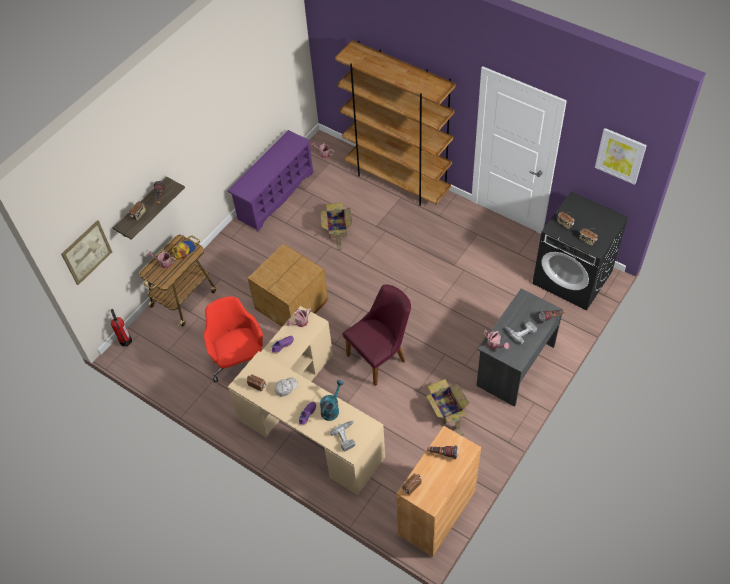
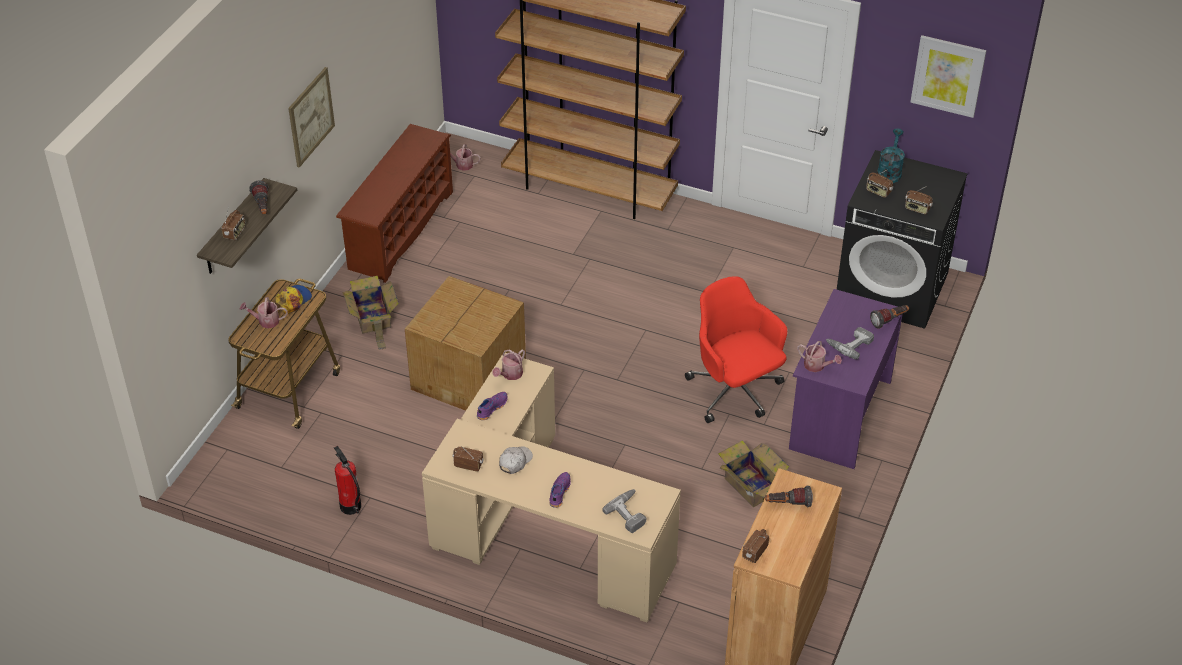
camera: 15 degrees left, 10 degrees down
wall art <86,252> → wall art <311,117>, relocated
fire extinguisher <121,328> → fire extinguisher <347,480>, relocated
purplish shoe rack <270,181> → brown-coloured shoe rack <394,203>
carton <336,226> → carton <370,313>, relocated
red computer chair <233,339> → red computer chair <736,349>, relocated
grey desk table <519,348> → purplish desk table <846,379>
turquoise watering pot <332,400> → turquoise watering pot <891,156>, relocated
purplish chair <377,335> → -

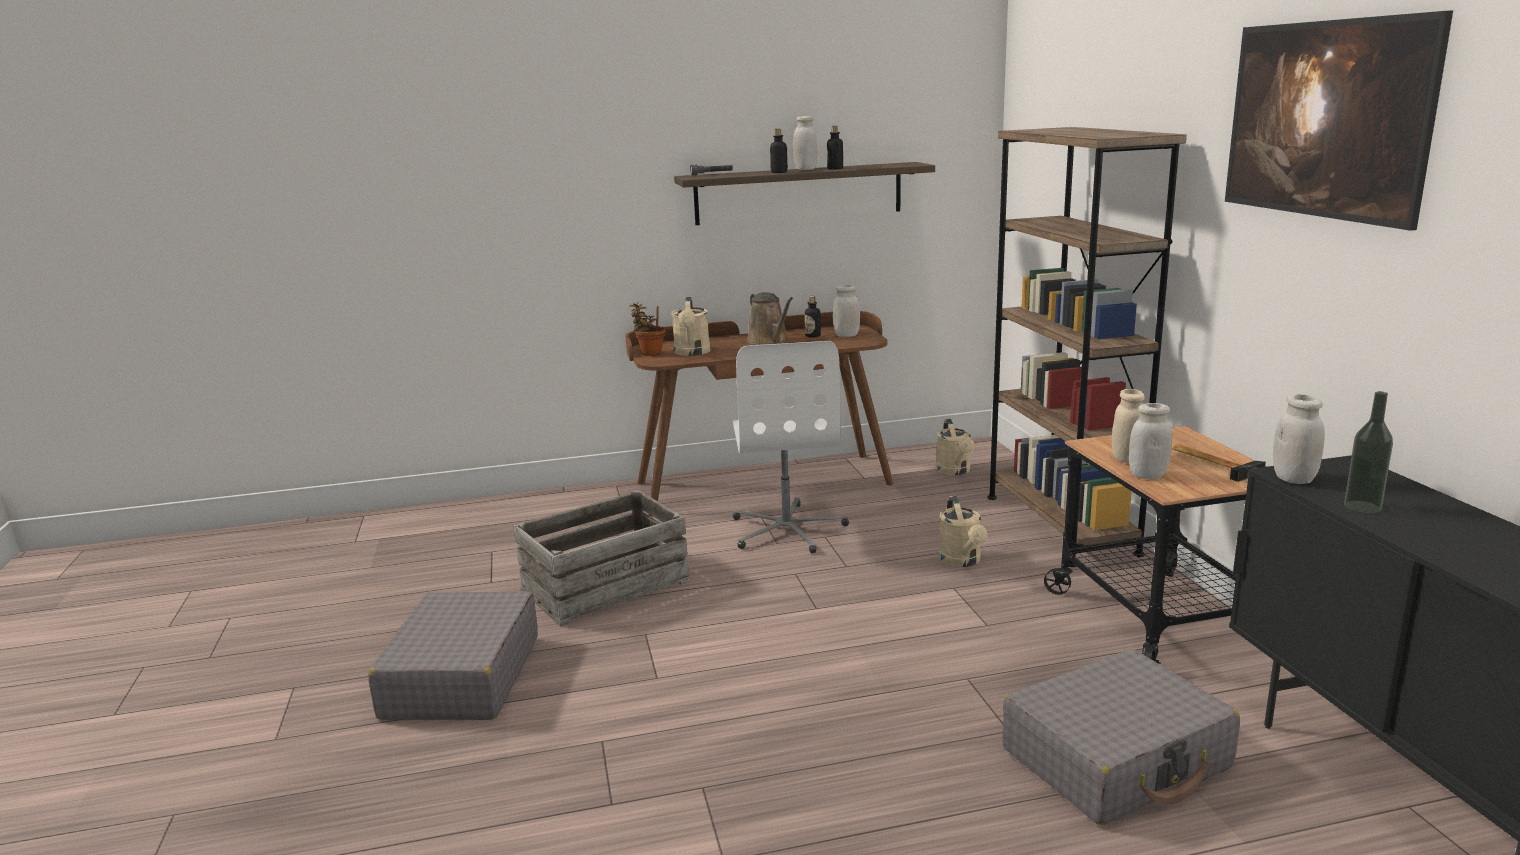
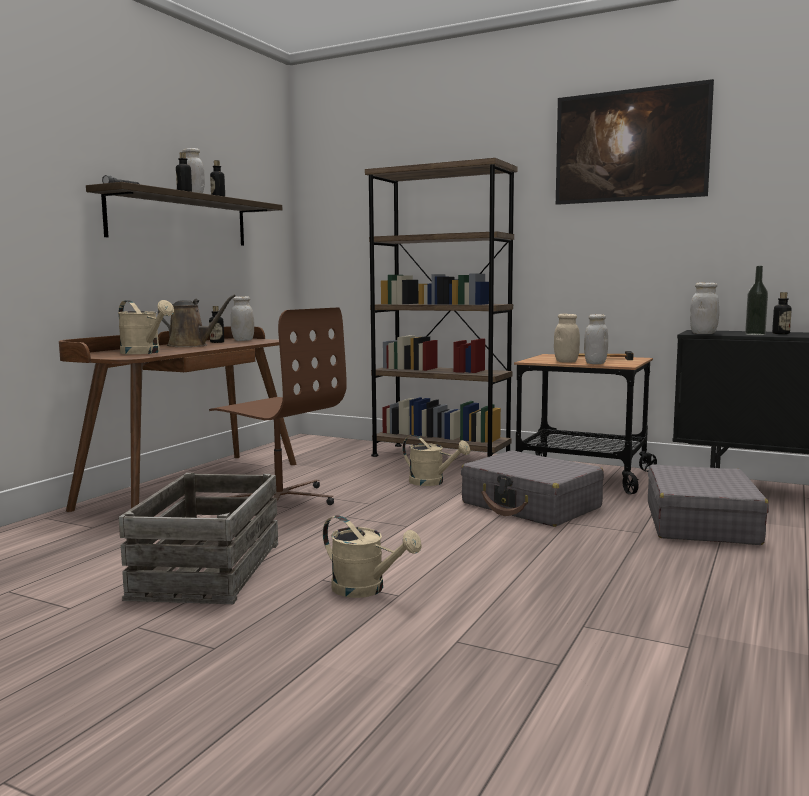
camera: 50 degrees left, 10 degrees down
white computer chair <791,447> → brown-coloured computer chair <278,406>
sand-coloured watering pot <955,447> → sand-coloured watering pot <372,556>, relocated
grey piece of luggage <453,655> → grey piece of luggage <532,488>, relocated
- → beverage bottle <782,313>
houseplant <648,329> → -

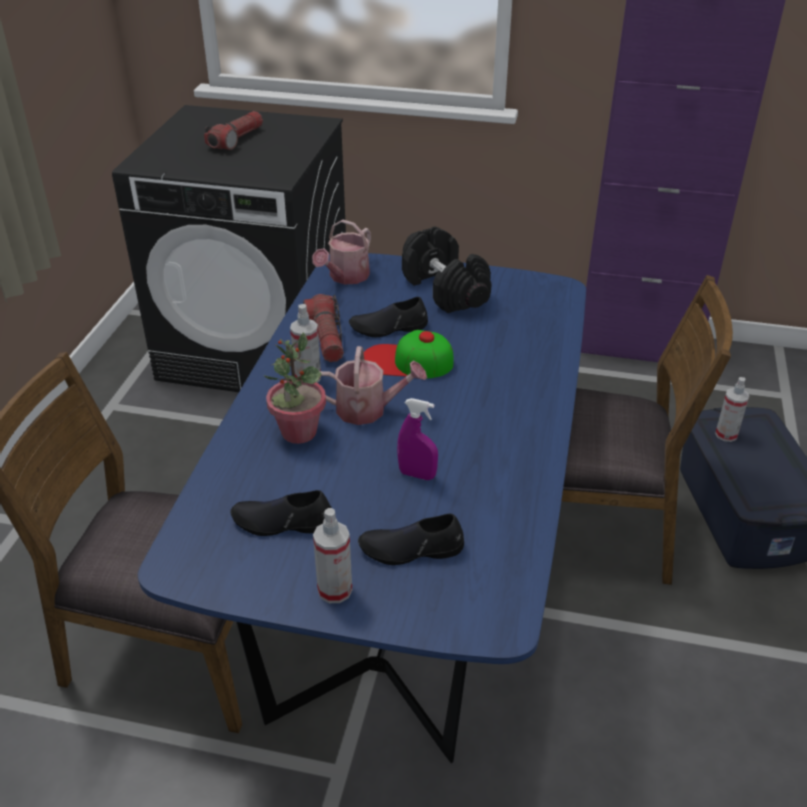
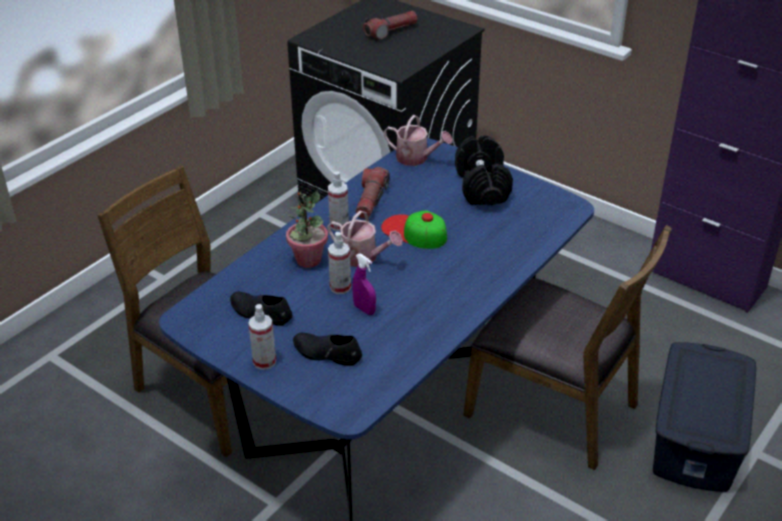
camera: 25 degrees right, 0 degrees up
hand sprayer <732,409> → hand sprayer <339,263>, relocated
watering pot <341,252> → watering pot <418,140>, 120 degrees counterclockwise
black item of footwear <388,317> → -

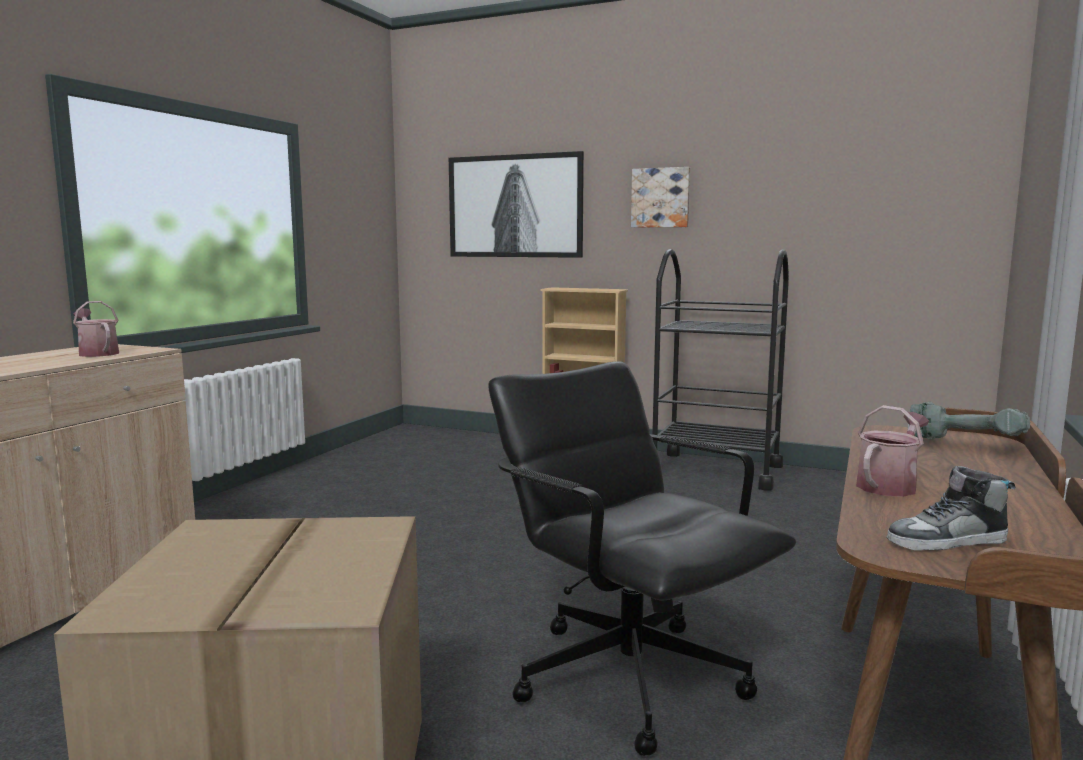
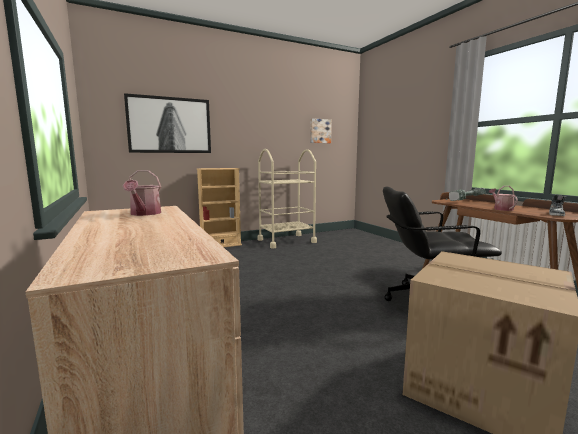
camera: 50 degrees left, 0 degrees up
watering pot <96,329> → watering pot <142,193>, 90 degrees counterclockwise
black trolley <720,370> → sand-coloured trolley <287,198>
wall art <660,197> → wall art <321,130>, relocated

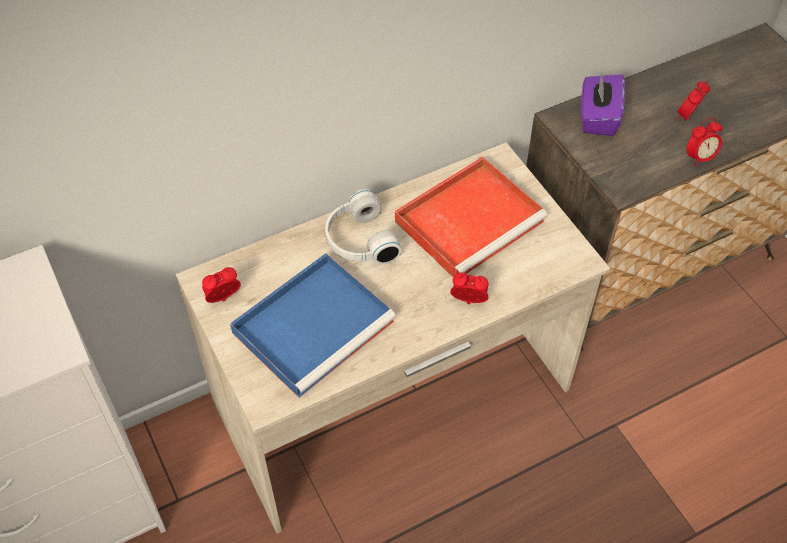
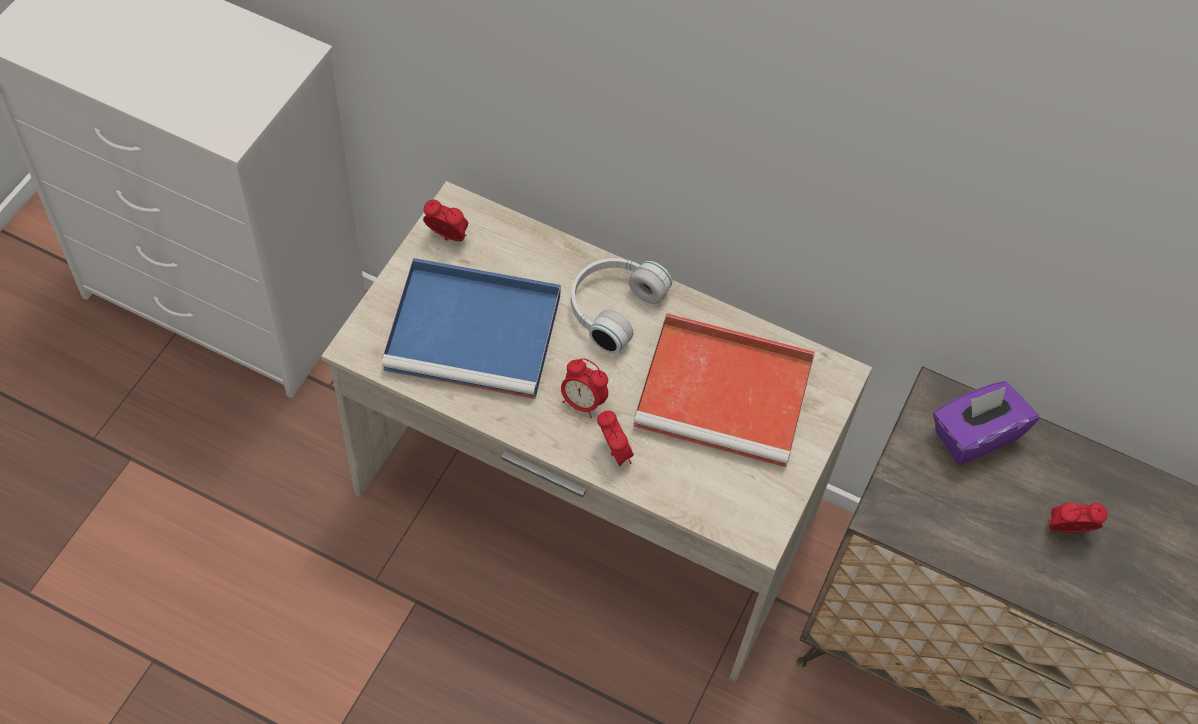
camera: 50 degrees right, 5 degrees up
bedside clock <704,142> → bedside clock <584,388>, relocated

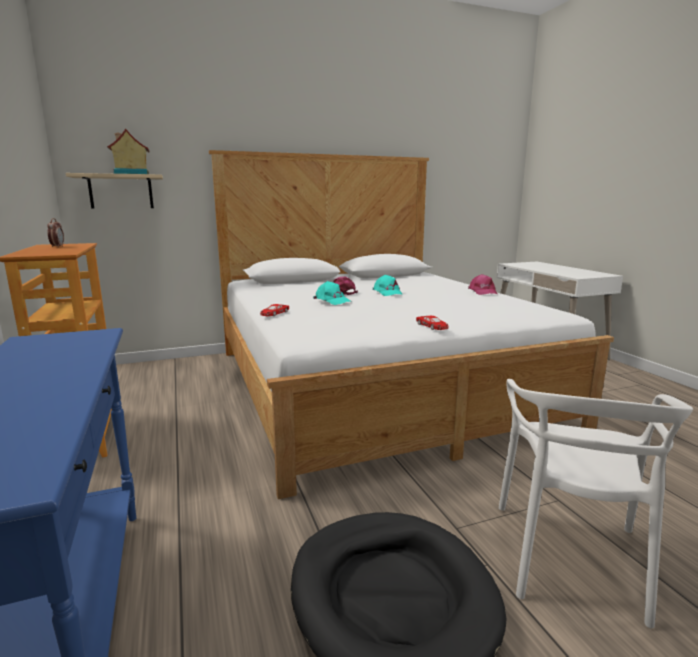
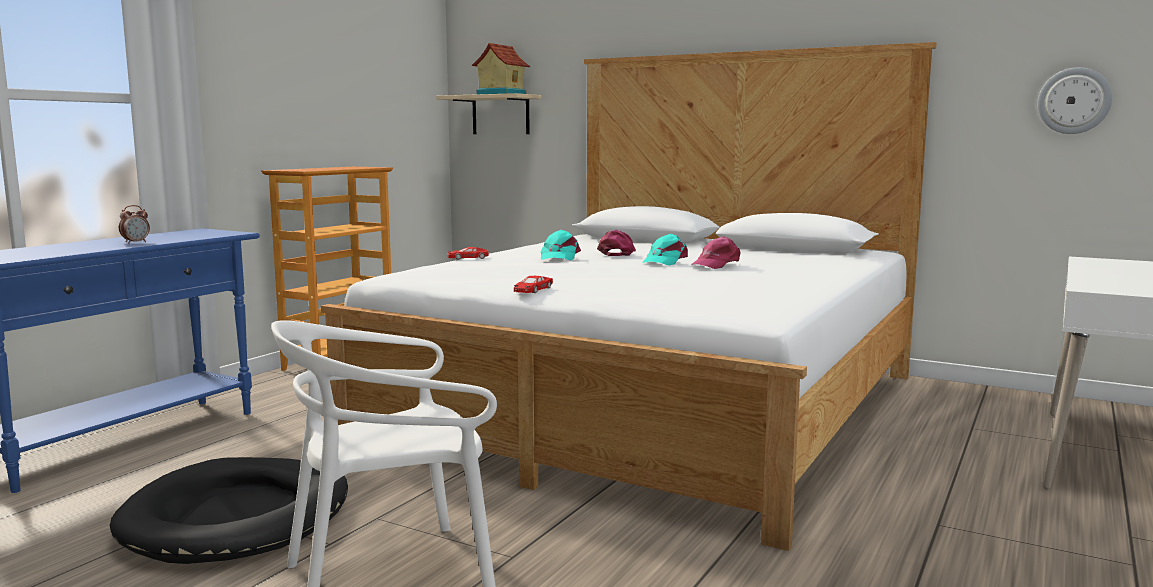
camera: 50 degrees right, 5 degrees down
bedside clock <55,232> → bedside clock <134,224>, relocated
pink peaked cap <483,284> → pink peaked cap <715,252>, relocated
- → clock on the wall <1075,100>

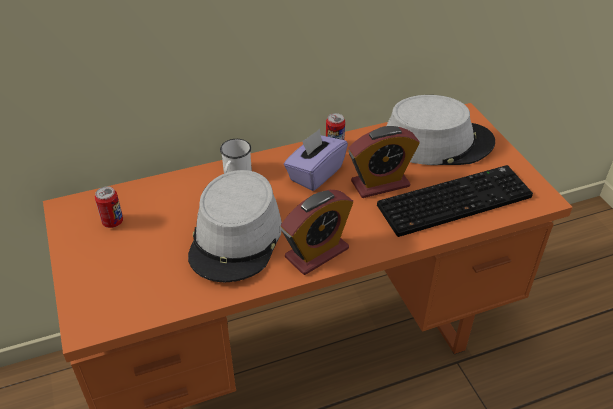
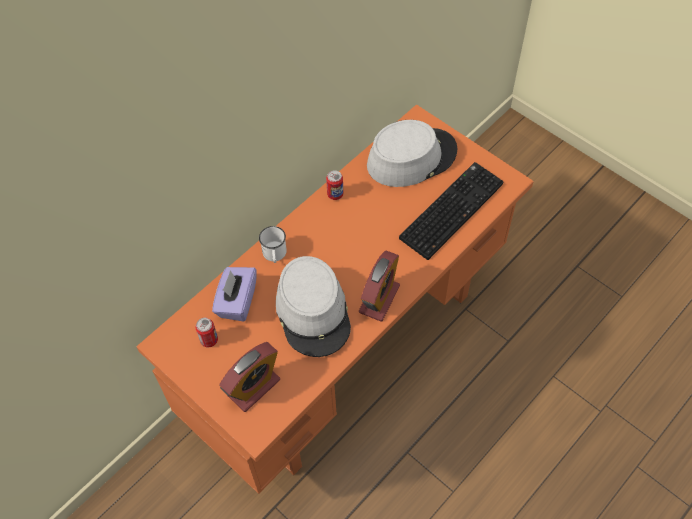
camera: 25 degrees left, 15 degrees up
purplish tissue holder <316,160> → purplish tissue holder <234,294>, relocated
bedside clock <384,162> → bedside clock <249,377>, relocated

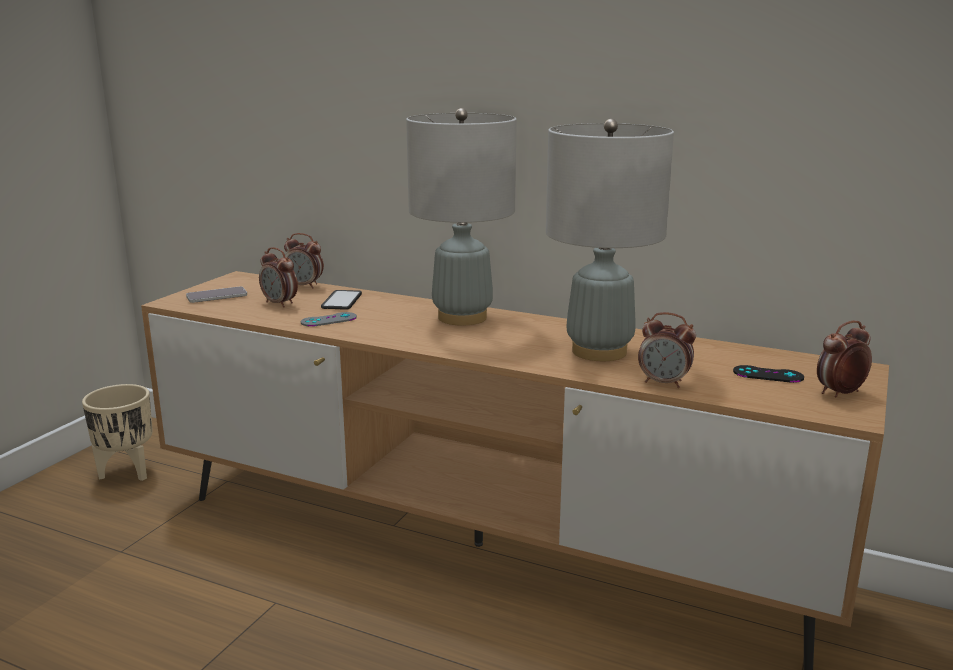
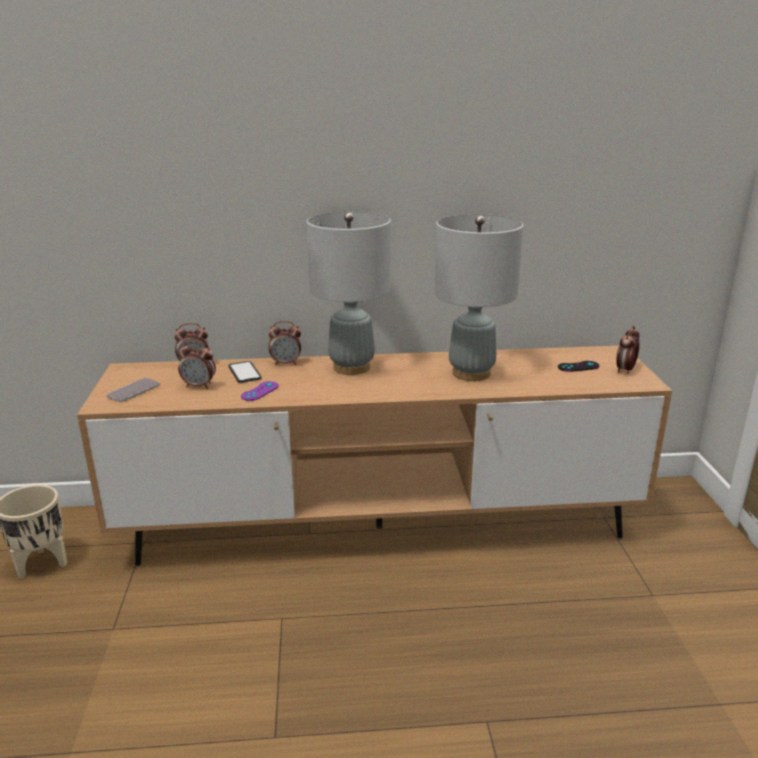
camera: 30 degrees left, 5 degrees up
grey game controller <329,319> → purplish game controller <260,391>
bedside clock <667,350> → bedside clock <284,343>, relocated

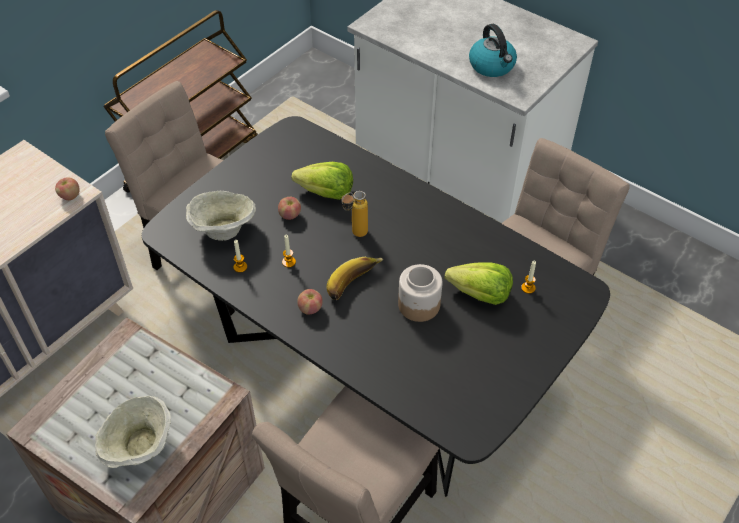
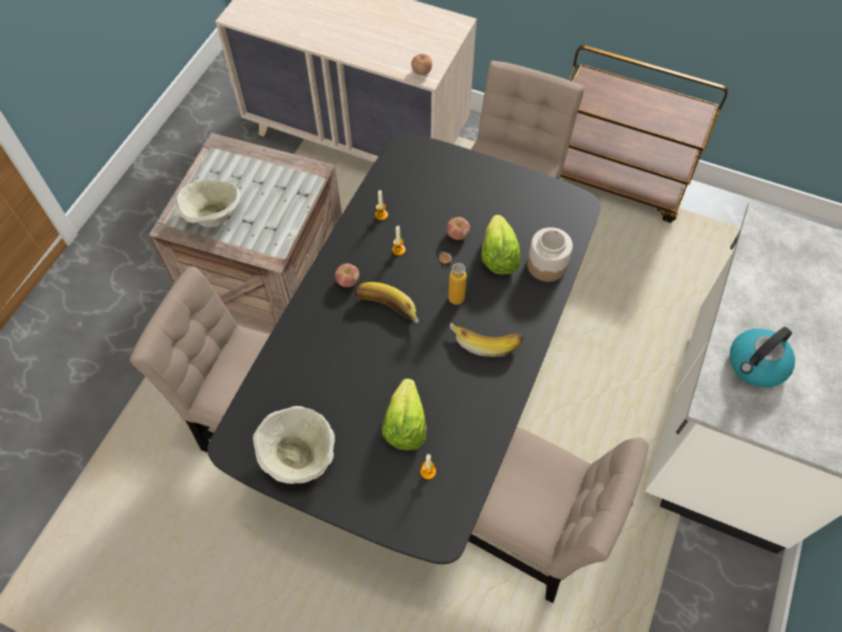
camera: 75 degrees right, 10 degrees up
sand-coloured bowl <221,216> → sand-coloured bowl <294,445>, relocated
- → banana <486,339>
preserve jar <420,293> → preserve jar <550,254>, relocated

